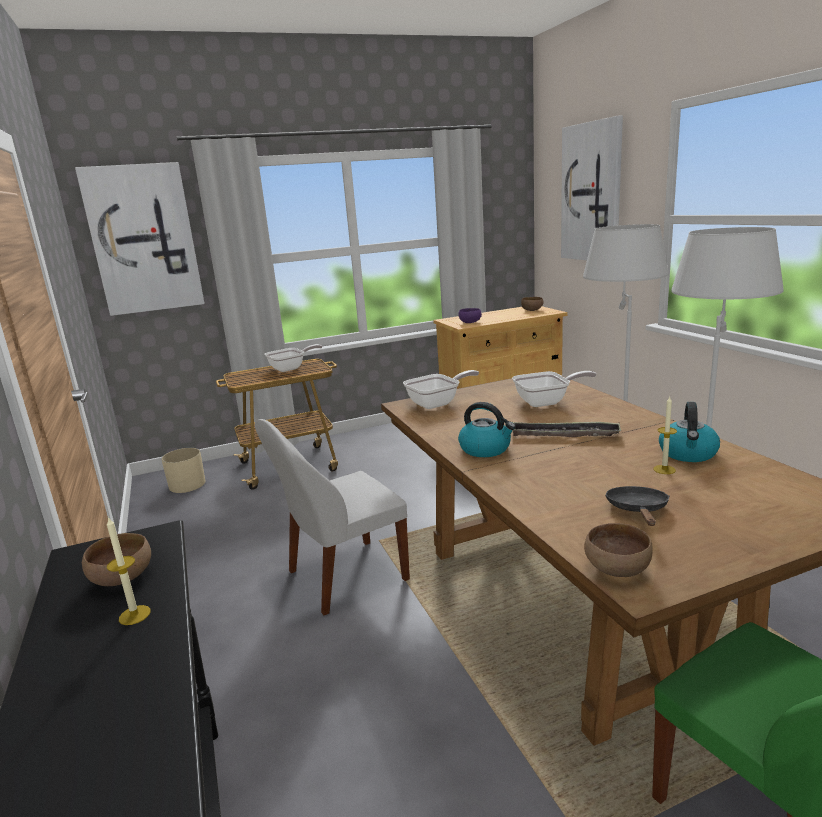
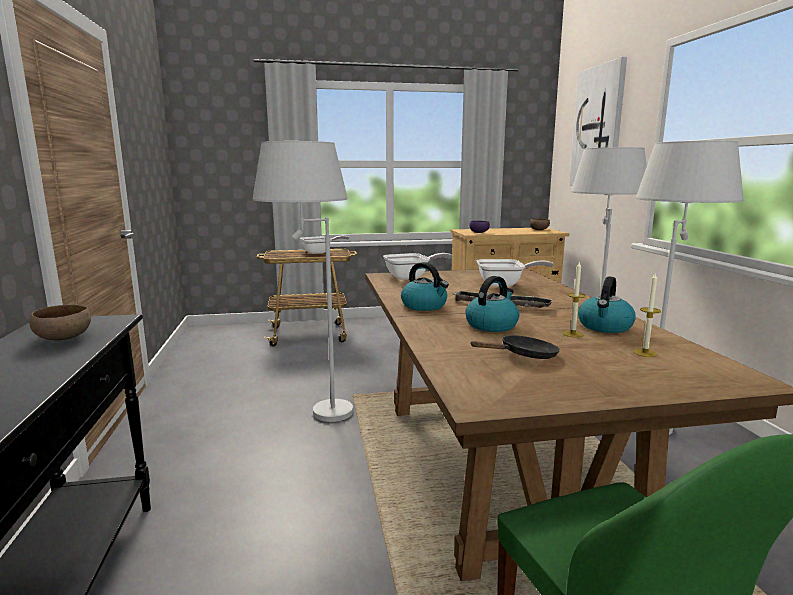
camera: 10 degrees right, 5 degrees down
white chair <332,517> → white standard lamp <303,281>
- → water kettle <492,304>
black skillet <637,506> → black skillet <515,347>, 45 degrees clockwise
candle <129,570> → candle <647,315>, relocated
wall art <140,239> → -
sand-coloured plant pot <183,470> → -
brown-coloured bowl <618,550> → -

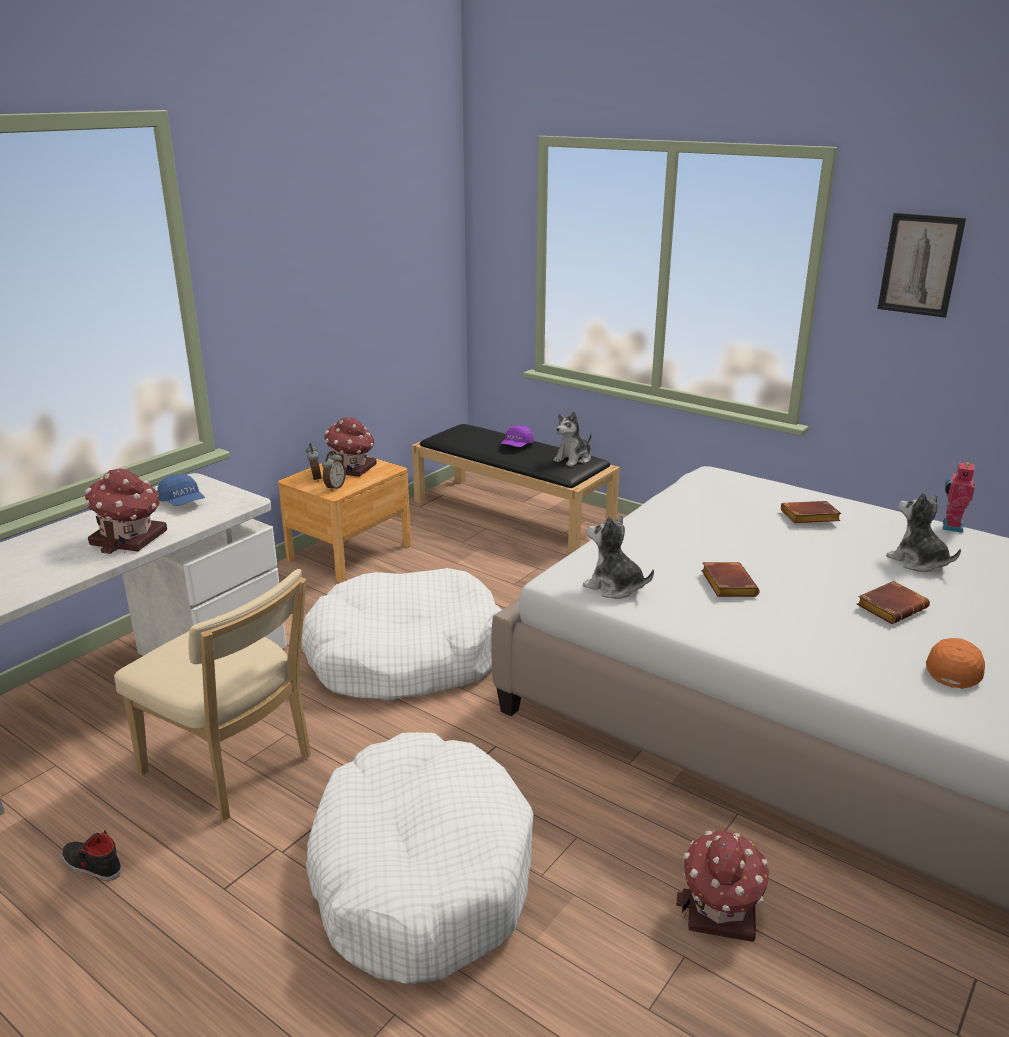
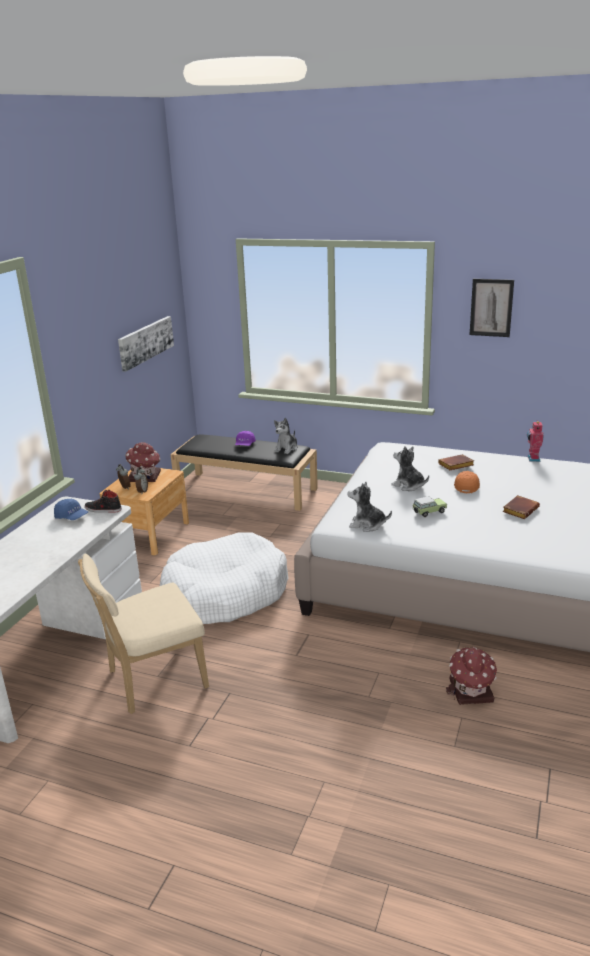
camera: 15 degrees left, 0 degrees up
sand-coloured chair <212,695> → sand-coloured chair <143,633>, 135 degrees clockwise
black item of footwear <92,855> → black item of footwear <103,501>, relocated
- → wall art <146,344>
cuddly toy <923,532> → cuddly toy <410,468>, relocated
brown-coloured book <730,579> → miniature car <429,506>
orange-coloured peaked cap <955,663> → orange-coloured peaked cap <467,482>, relocated
model house <126,511> → -
white dog bed <419,858> → -

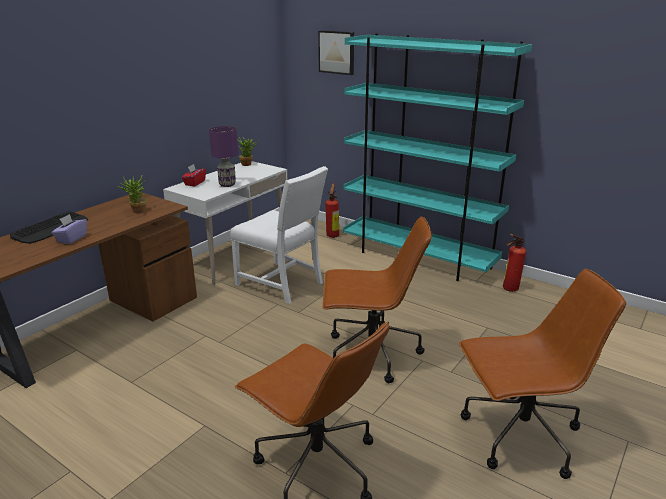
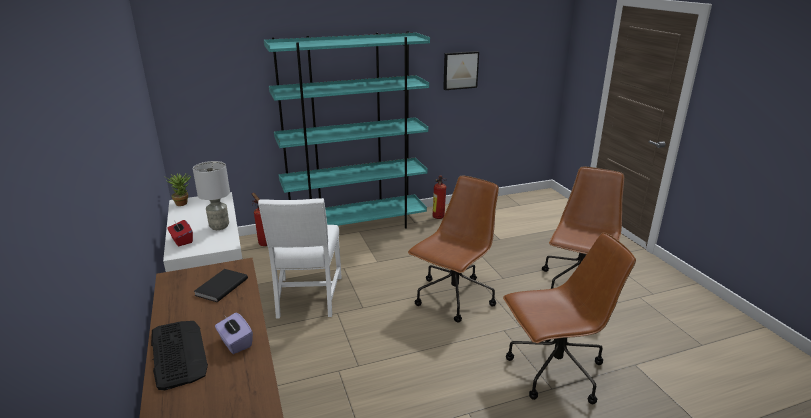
camera: 55 degrees left, 0 degrees up
purplish lamp for a table <223,156> → grey lamp for a table <211,195>
houseplant <132,194> → black book <221,285>
white chair <279,235> → white chair <300,258>, 105 degrees clockwise
wall art <336,52> → wall art <461,70>, relocated

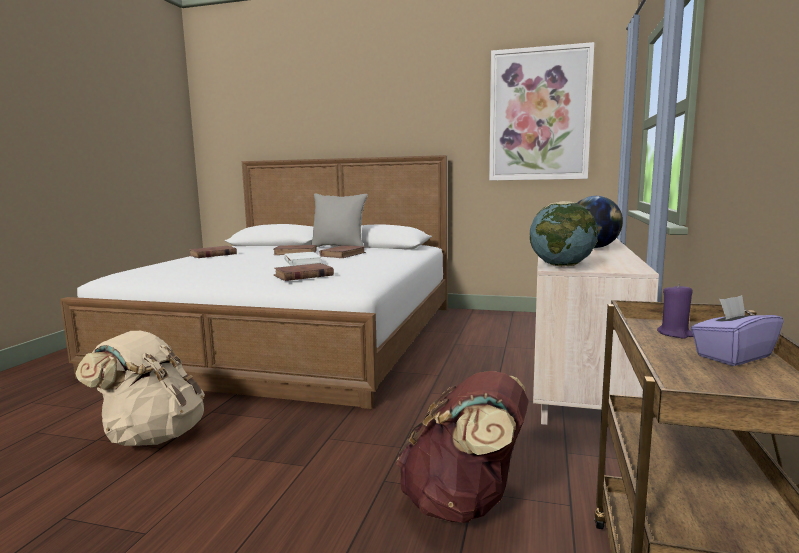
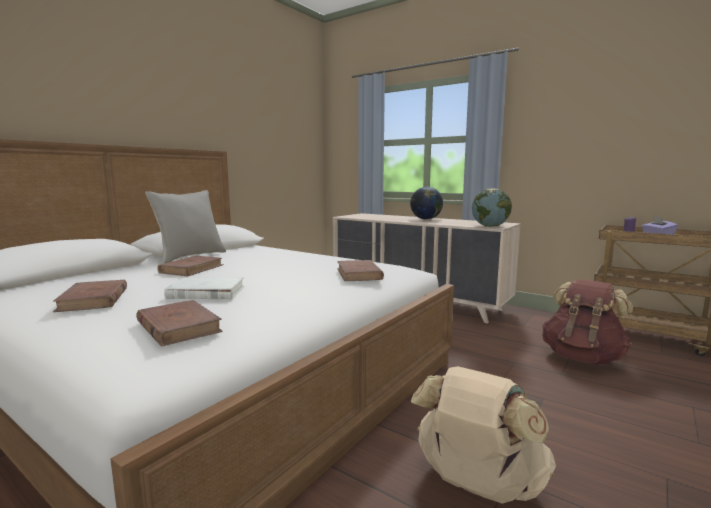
camera: 70 degrees left, 0 degrees up
brown-coloured book <342,251> → brown-coloured book <179,323>, relocated
white book <303,259> → white book <204,288>, relocated
wall art <542,111> → -

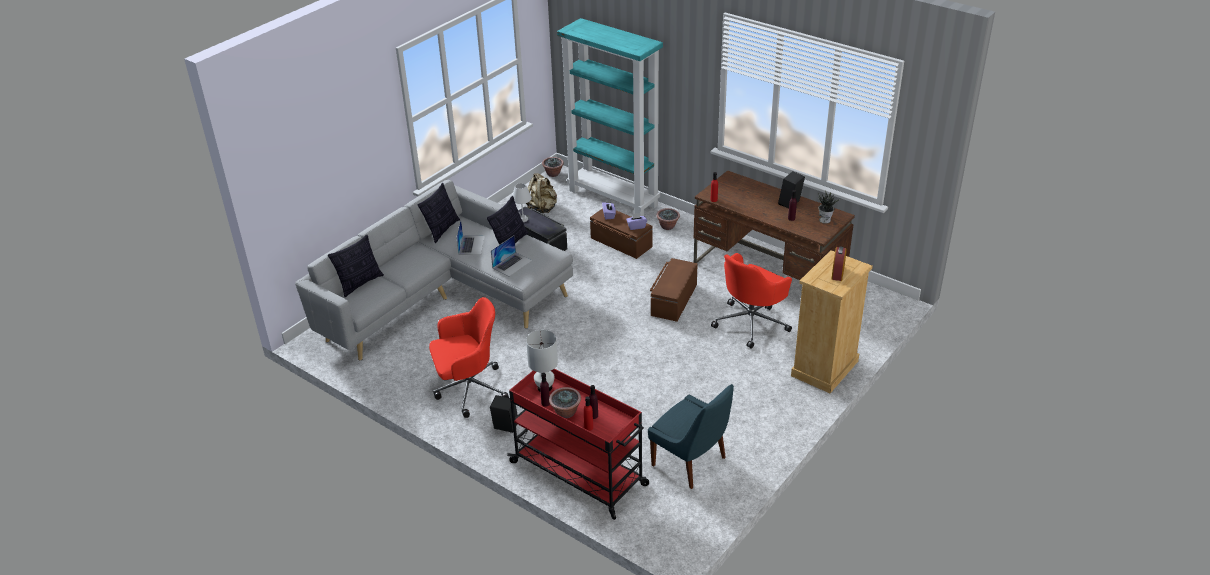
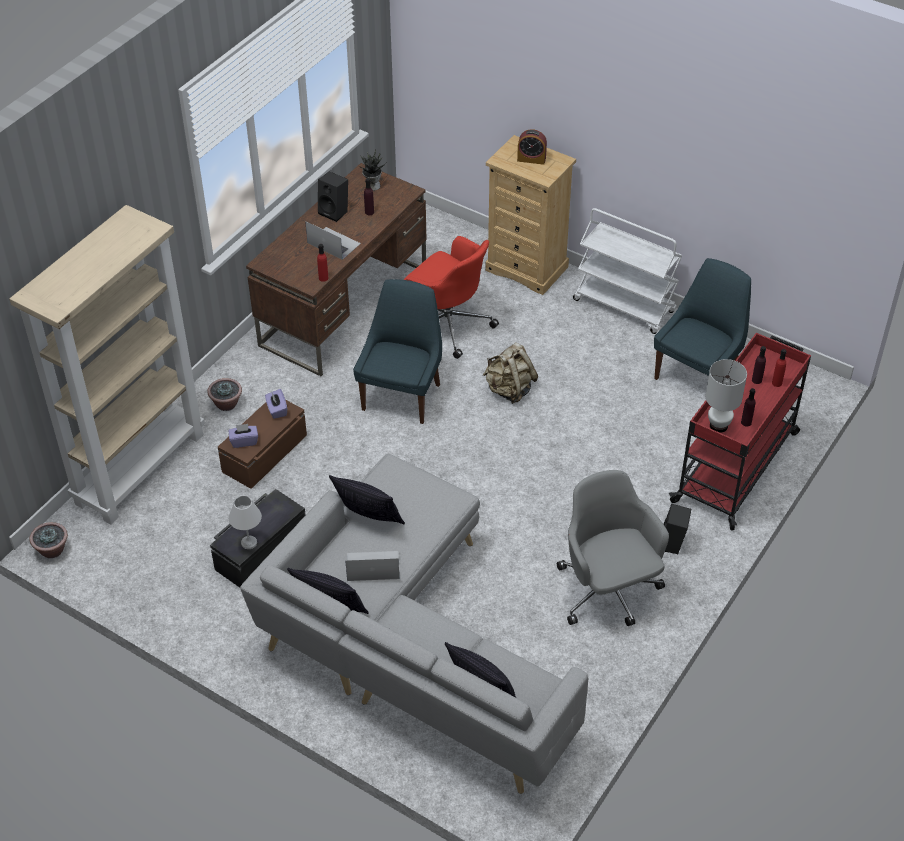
camera: 95 degrees left, 10 degrees up
turquoise bookshelf <610,117> → sand-coloured bookshelf <107,365>
notebook computer <511,256> → notebook computer <333,240>, relocated
brown-coloured storage box <674,290> → bluish chair <397,351>
sand-coloured knapsack <541,193> → sand-coloured knapsack <510,373>, relocated
red computer chair <469,357> → grey computer chair <613,548>
- → white trolley <627,271>
houseplant <565,402> → -

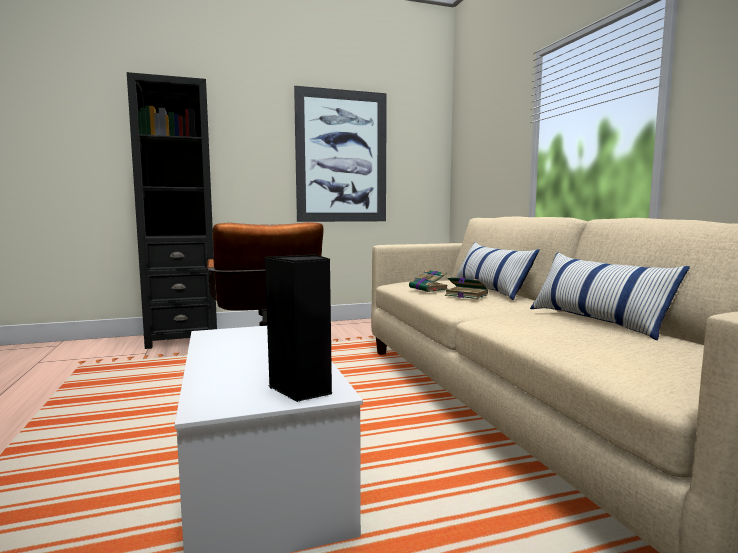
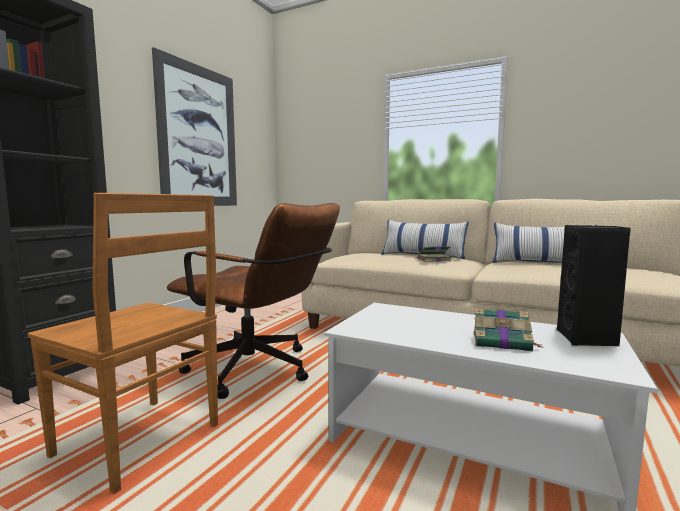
camera: 45 degrees left, 0 degrees up
- → brown-coloured chair <123,343>
book <428,281> → book <509,330>, relocated

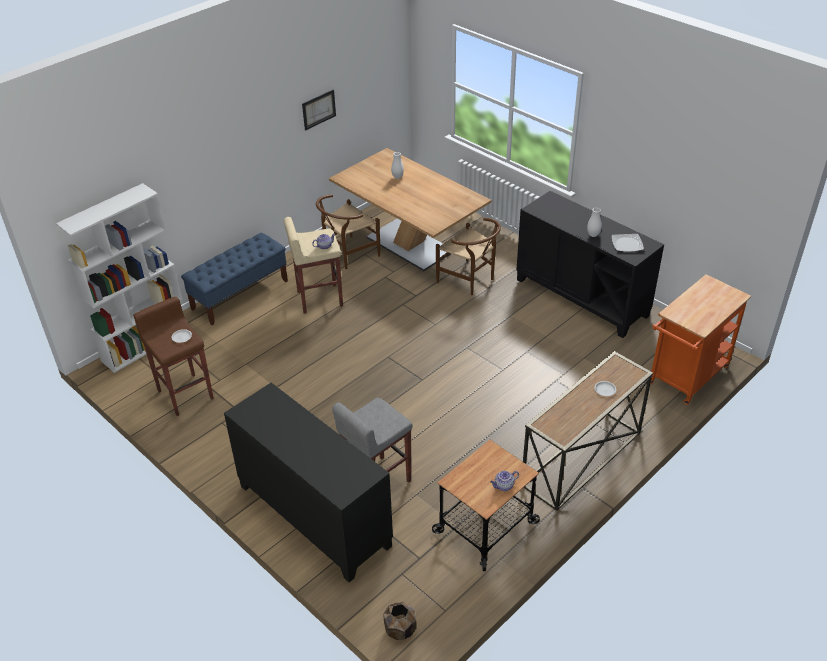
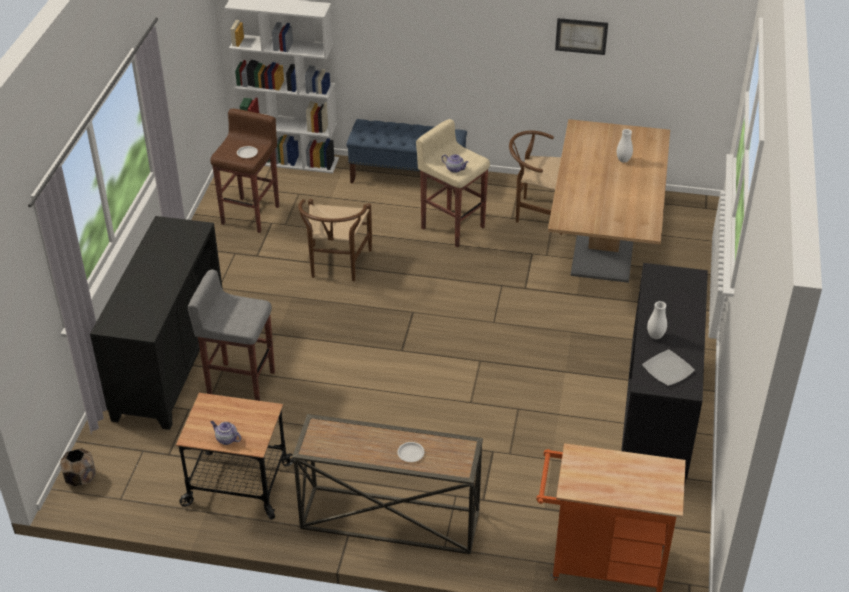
camera: 55 degrees right, 0 degrees up
brown-coloured chair <468,257> → brown-coloured chair <335,240>, relocated

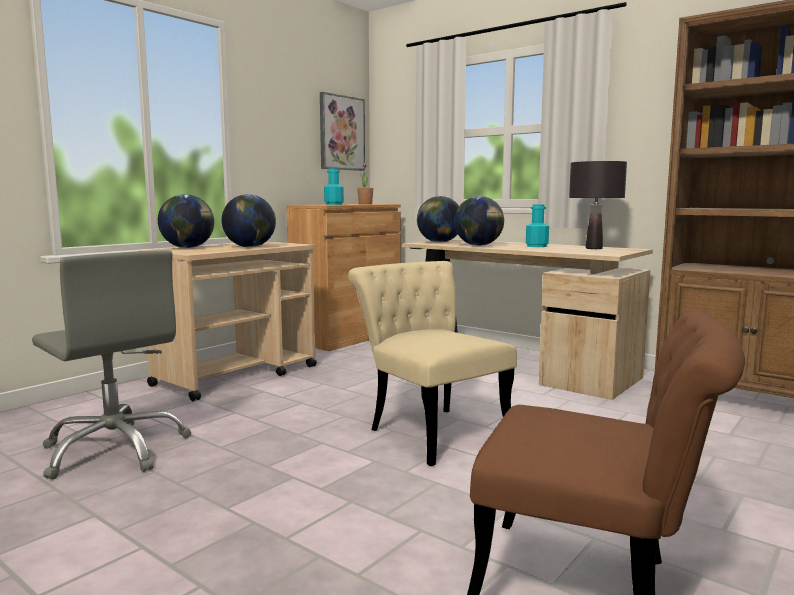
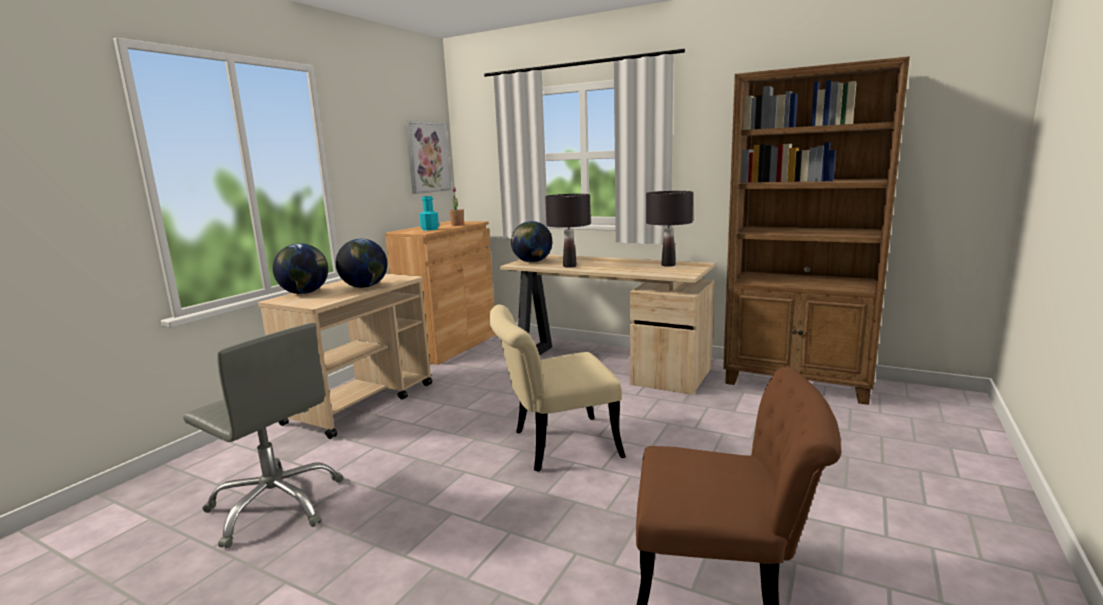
camera: 10 degrees left, 5 degrees up
sand-coloured chair <432,363> → sand-coloured chair <557,388>, 60 degrees counterclockwise
globe <479,221> → black lamp for a table <568,231>
turquoise beverage bottle <537,226> → -

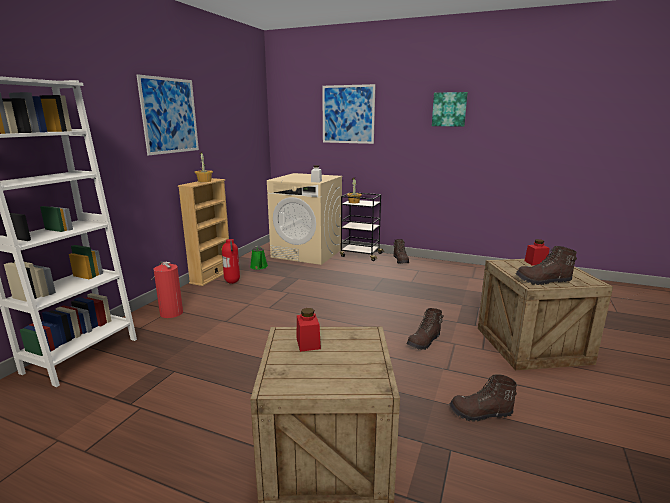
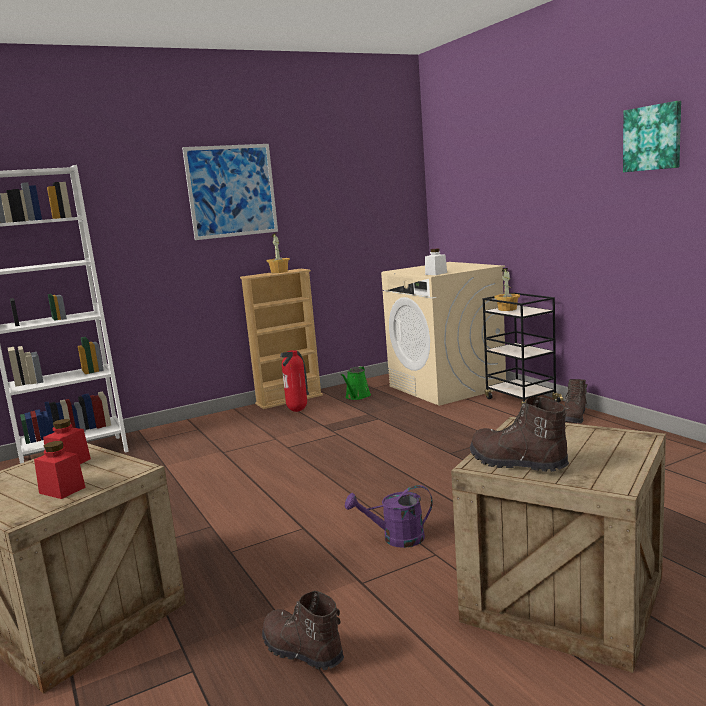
camera: 40 degrees right, 5 degrees down
red preserve jar <537,252> → red preserve jar <60,470>, relocated
brown-coloured high-top boot <425,329> → purplish watering pot <389,516>
fire extinguisher <167,290> → -
wall art <349,114> → -

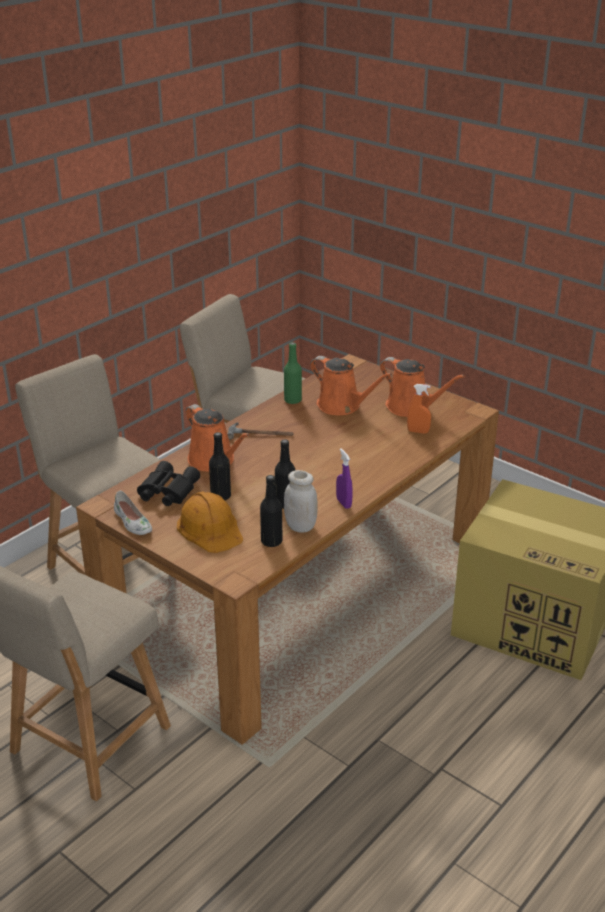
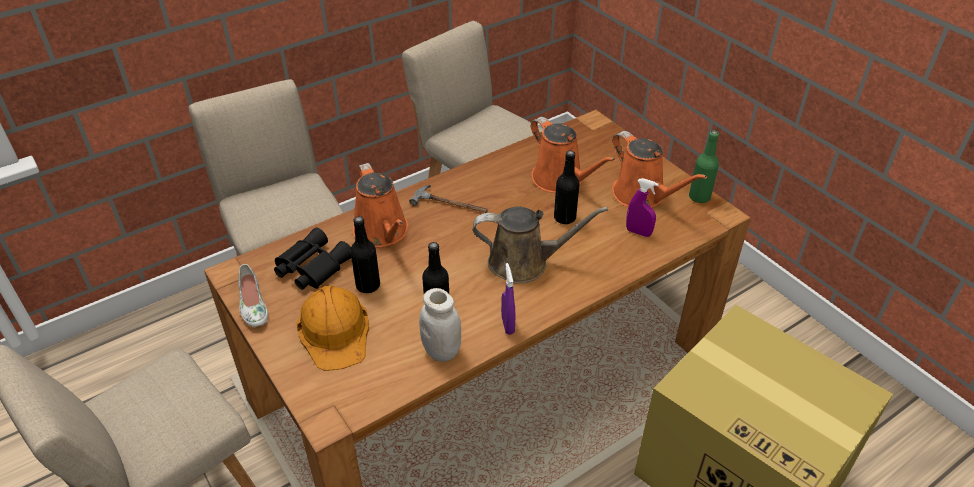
camera: 15 degrees right, 10 degrees up
- → brown-coloured watering pot <540,245>
black beverage bottle <271,511> → black beverage bottle <566,187>, relocated
orange-coloured hand sprayer <419,408> → purplish hand sprayer <642,207>
green-coloured beverage bottle <293,373> → green-coloured beverage bottle <704,167>, relocated

